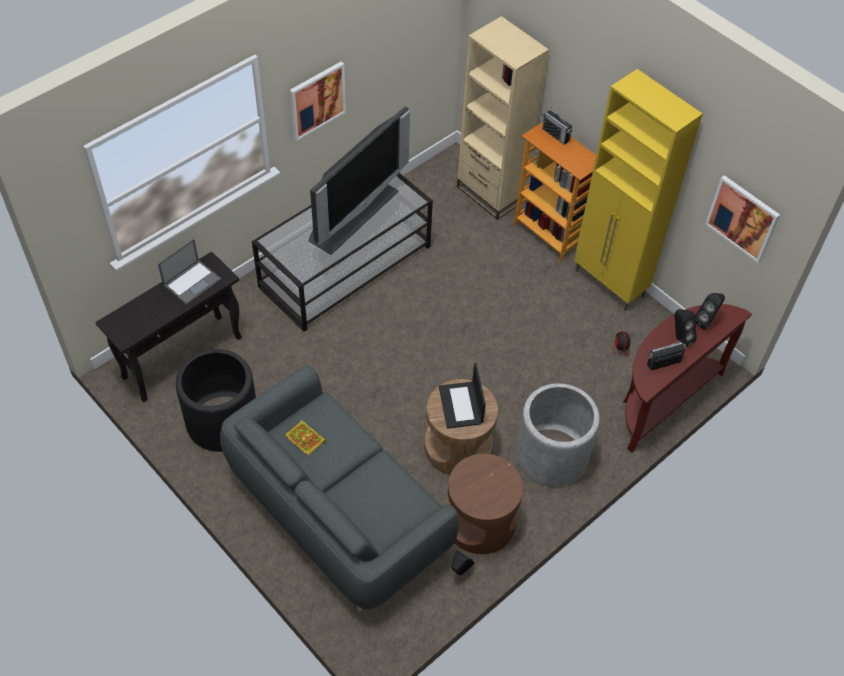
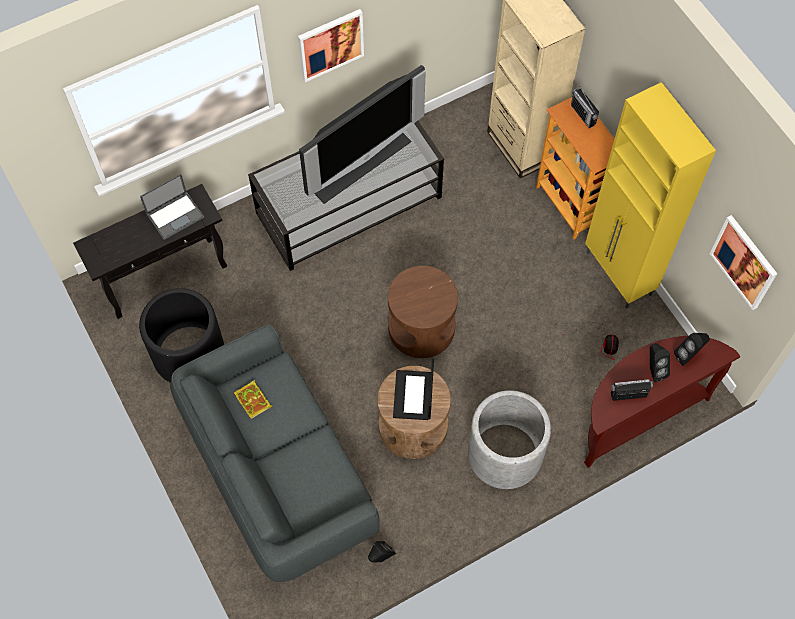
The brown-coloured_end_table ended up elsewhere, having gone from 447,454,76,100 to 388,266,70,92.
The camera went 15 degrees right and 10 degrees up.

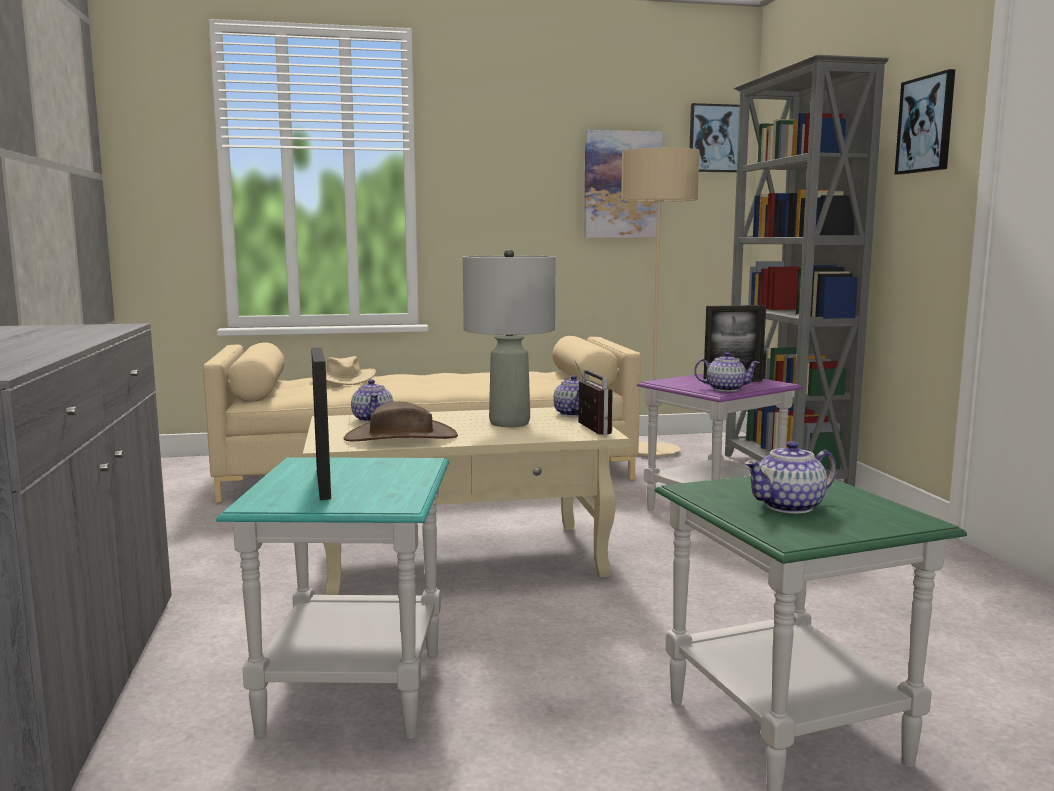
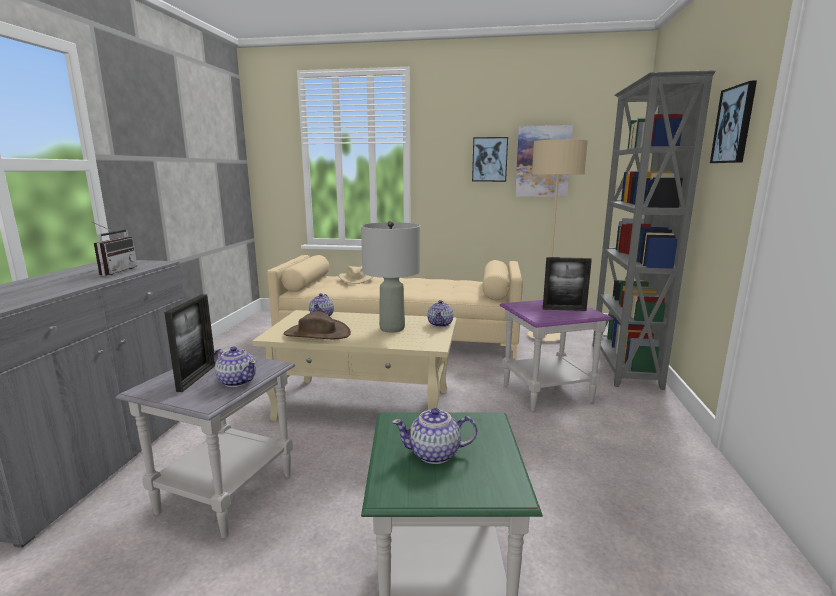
What was the blue-green_end_table at 216,457,233,282 turned into the gray_end_table at 116,350,179,188.
The radio_receiver ended up elsewhere, having gone from 575,361,38,74 to 91,221,46,55.
The wall_picture ended up elsewhere, having gone from 690,103,50,69 to 472,137,36,45.
The teapot ended up elsewhere, having gone from 694,352,66,40 to 214,346,43,41.
The camera went 20 degrees right and 5 degrees up.

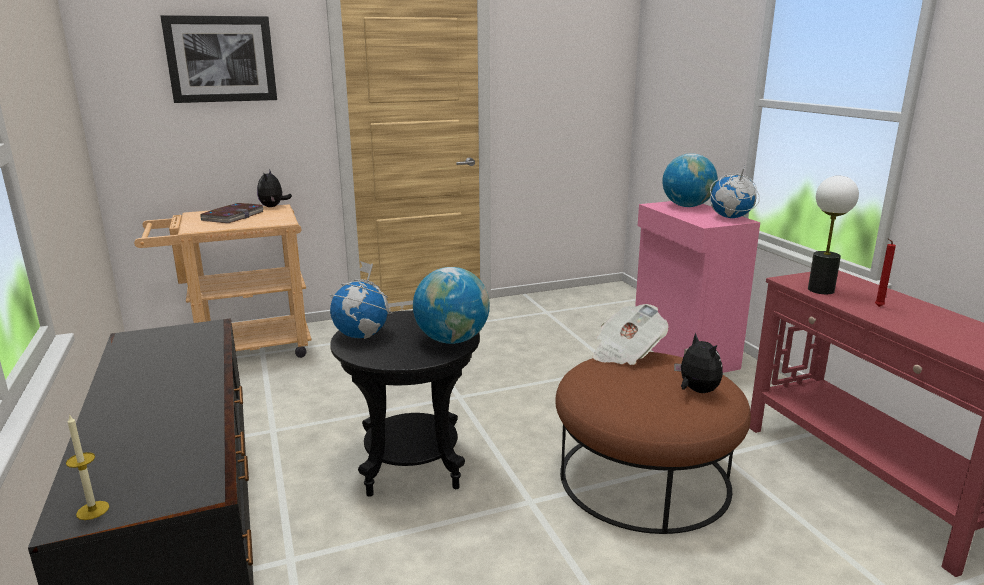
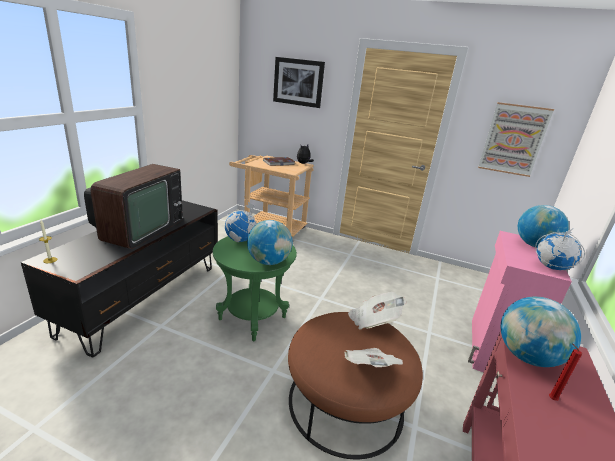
What was the black_end_table at 330,310,150,187 turned into the greenish_end_table at 213,236,84,105.
Where the cuddly_toy stood at 674,333,49,60, the newspaper came to stand at 344,348,59,19.
Where the table_lamp stood at 808,175,51,119, the world_globe came to stand at 500,297,81,70.
The second view gained the TV_set at 84,164,99,85.
The second view gained the wall_picture at 478,102,76,75.
The camera went 40 degrees right and 5 degrees up.

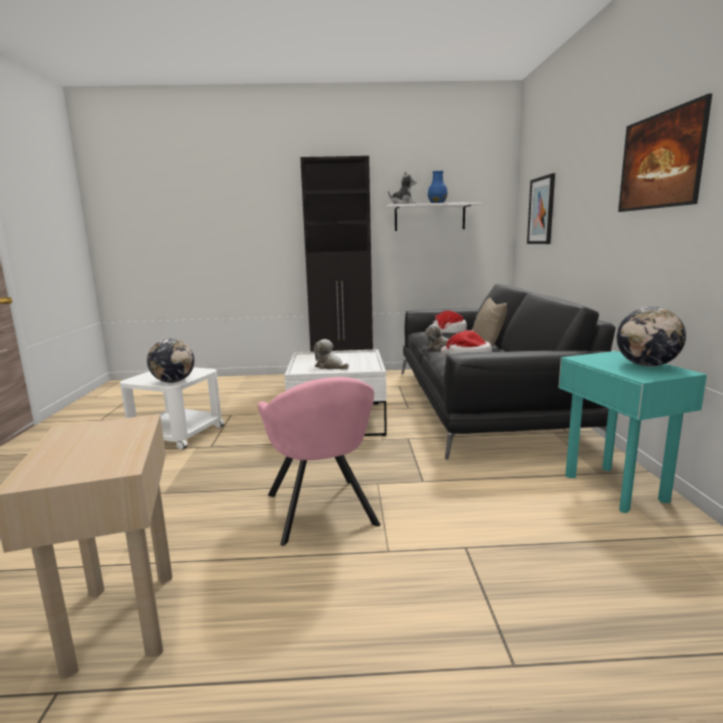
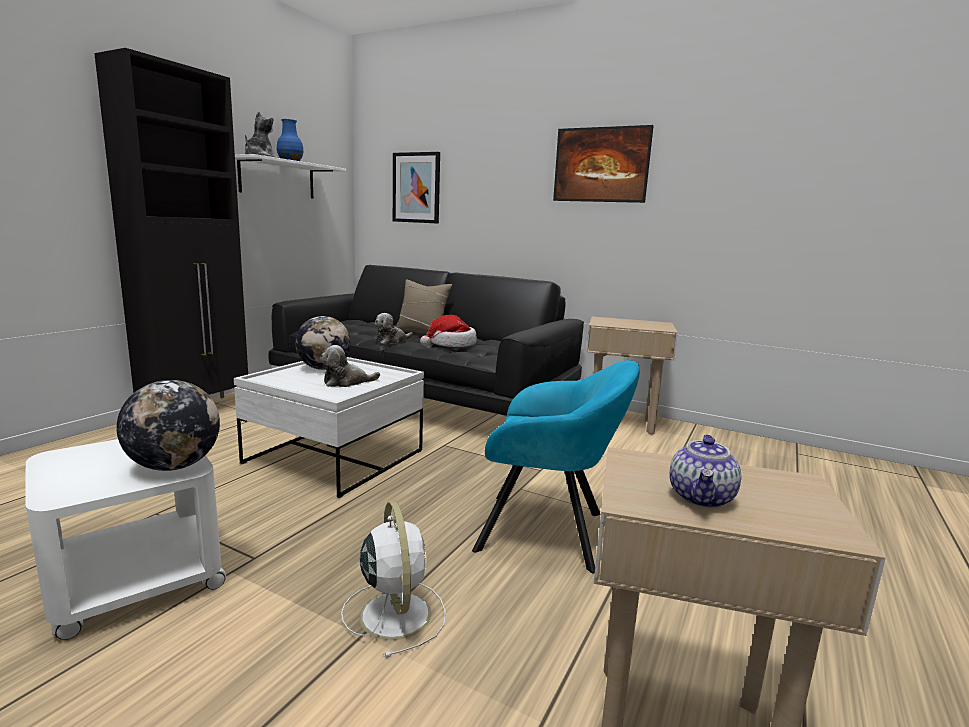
What was the pink-coloured_easy_chair at 257,377,123,169 turned into the blue-green_easy_chair at 472,360,168,214.
The second view lost the hat at 433,311,34,24.
What was the blue-green_end_table at 558,351,149,162 turned into the beige_end_table at 587,316,91,118.
The world_globe ended up elsewhere, having gone from 617,307,69,60 to 295,316,56,54.
The second view gained the white-coloured_cooling_fan at 341,501,105,157.
The second view gained the teapot at 670,434,71,74.
The camera went 60 degrees left and 0 degrees up.

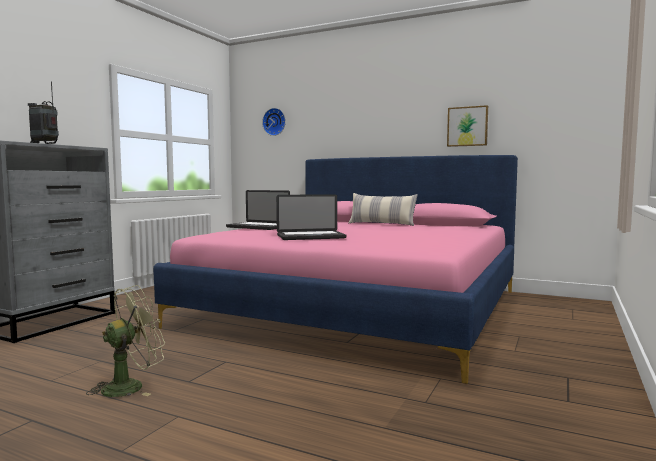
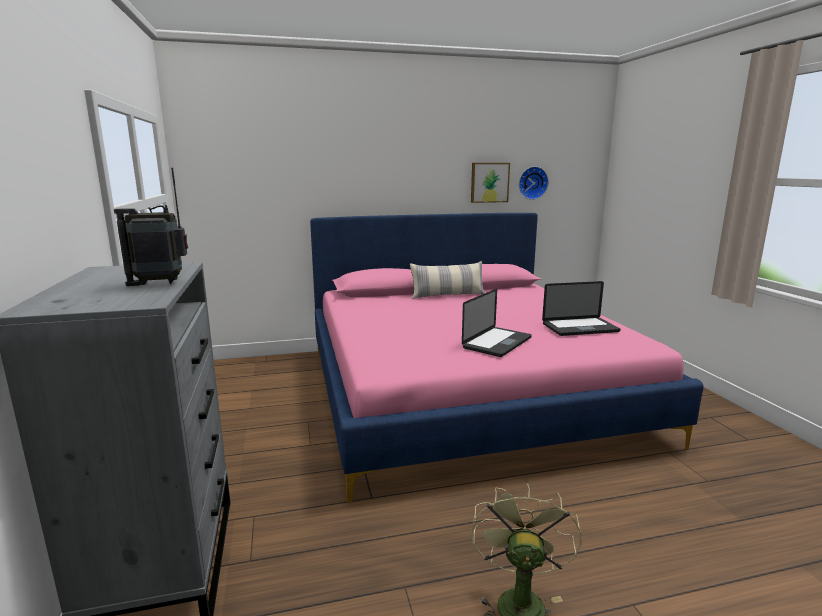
The laptop ended up elsewhere, having gone from 226,190,64,40 to 542,281,78,55.
The clock_on_the_wall ended up elsewhere, having gone from 262,108,24,28 to 519,166,30,34.
The camera went 40 degrees left and 10 degrees up.

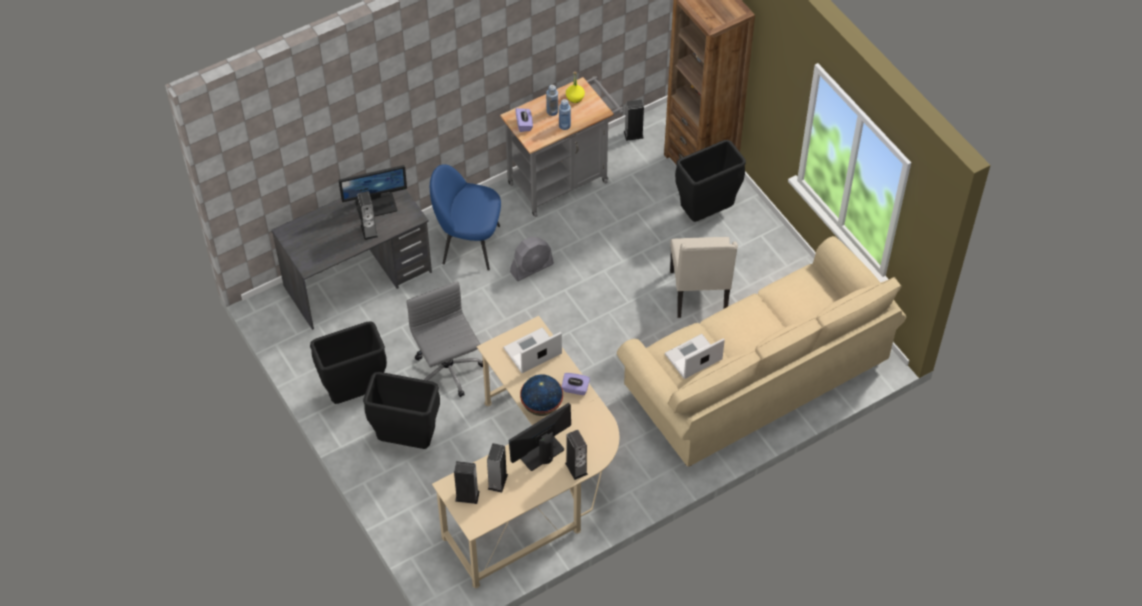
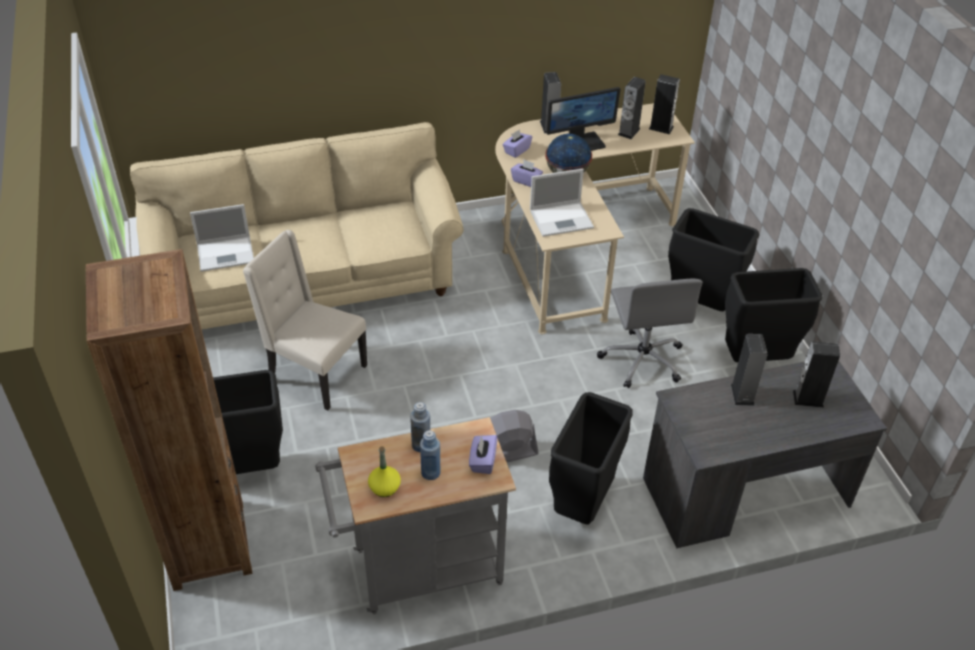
The second view lost the computer_display at 338,165,69,54.
Where the blue_chair stood at 430,164,71,107, the black_trash_can came to stand at 549,392,84,132.
The speaker ended up elsewhere, having gone from 624,100,20,41 to 793,341,47,67.
The laptop ended up elsewhere, having gone from 665,334,60,45 to 190,204,64,68.
The beige_chair at 670,237,68,81 ended up facing another way, 75 degrees counterclockwise from before.
The second view gained the purple-coloured_box_of_tissues at 502,129,30,29.
The camera went 165 degrees left and 10 degrees down.

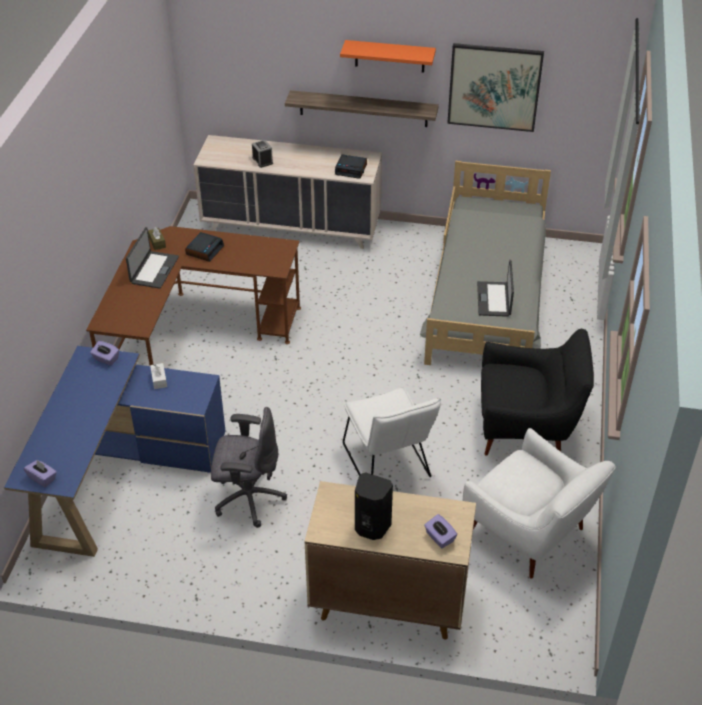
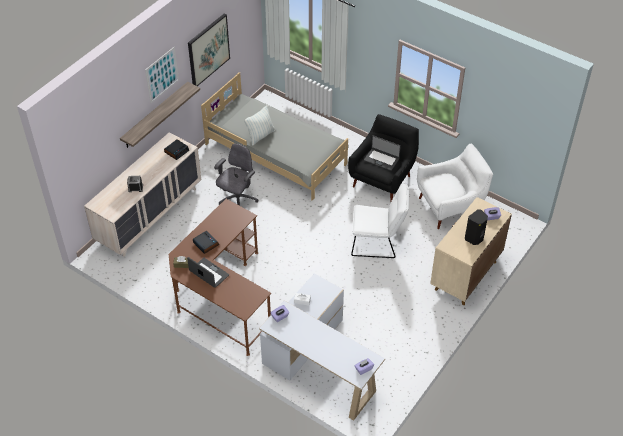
What was the blue_desk_table at 4,346,222,211 turned into the white-coloured_desk_table at 259,274,126,147.
The gray_computer_chair ended up elsewhere, having gone from 211,407,76,121 to 214,143,45,63.
Where the orange_bracket_shelf hung at 340,40,96,33, the wall_picture came to hang at 145,47,34,56.
The laptop ended up elsewhere, having gone from 477,260,37,57 to 364,135,37,36.
The second view gained the pillow at 244,105,31,41.
The camera went 65 degrees left and 5 degrees up.

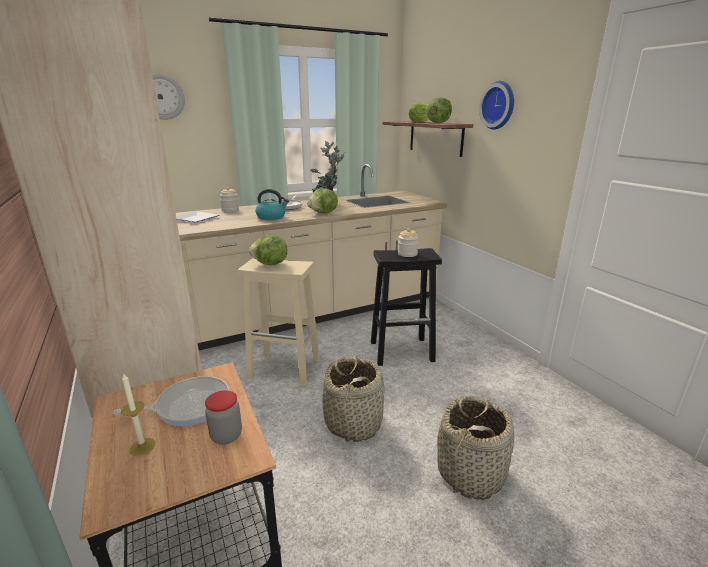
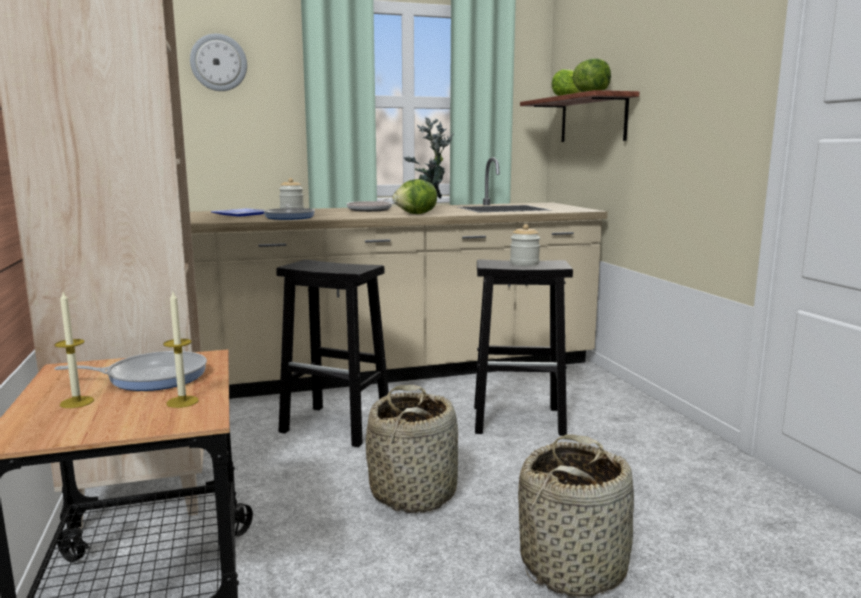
Where the jar stood at 205,390,37,55, the wax_candle came to stand at 163,292,36,116.
What was the beige_stool_seat at 238,258,82,128 turned into the black_stool_seat at 276,260,113,187.
The second view lost the lettuce at 249,235,38,30.
The second view lost the water_kettle at 255,189,34,31.
The second view lost the clock_on_the_wall at 479,81,35,49.
The second view gained the skillet at 263,204,52,16.
The camera went 10 degrees right and 10 degrees down.

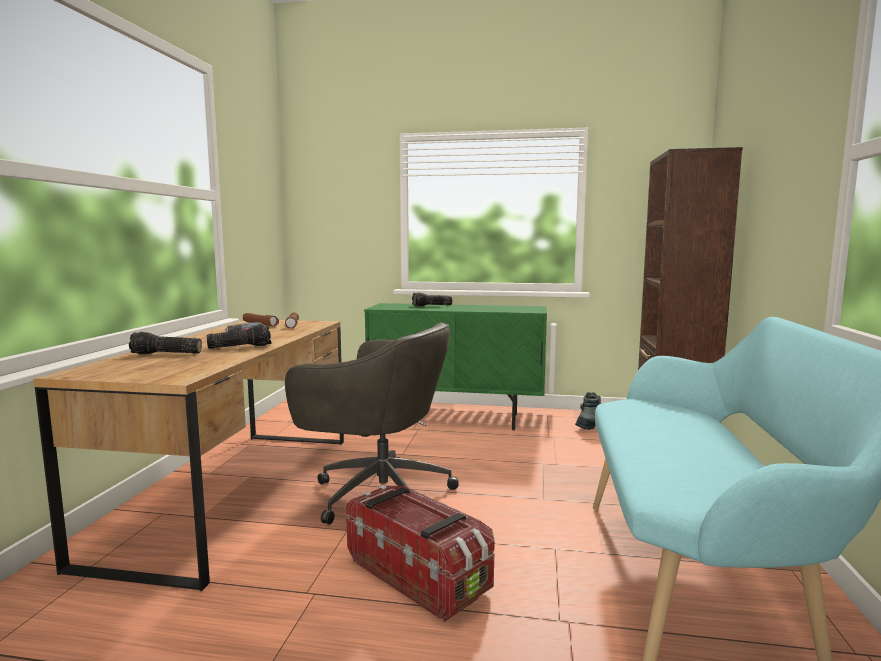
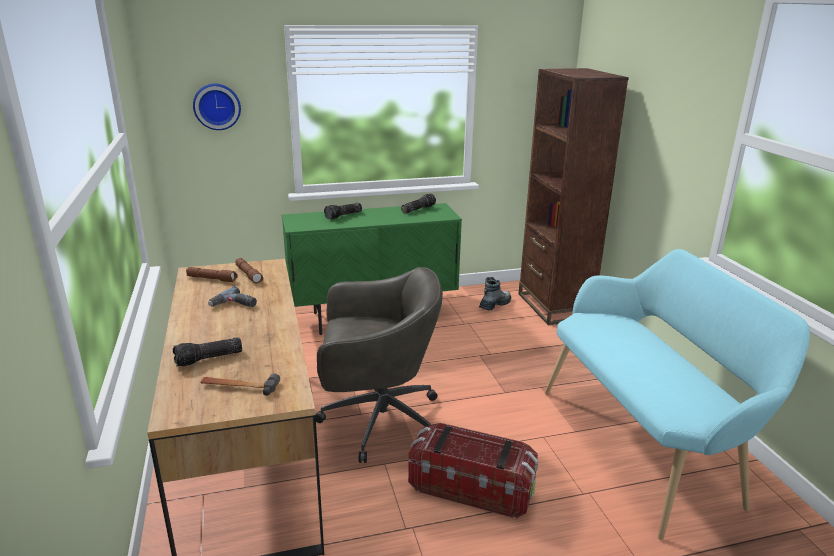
The hand_torch ended up elsewhere, having gone from 206,325,66,24 to 401,194,35,19.
The second view gained the clock_on_the_wall at 193,84,48,46.
The second view gained the tool_hammer at 200,373,80,23.
The camera went 25 degrees left and 15 degrees up.

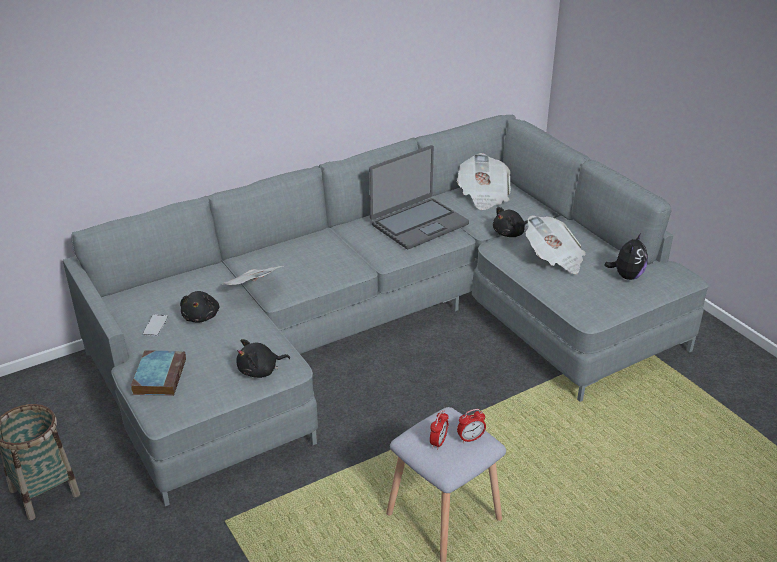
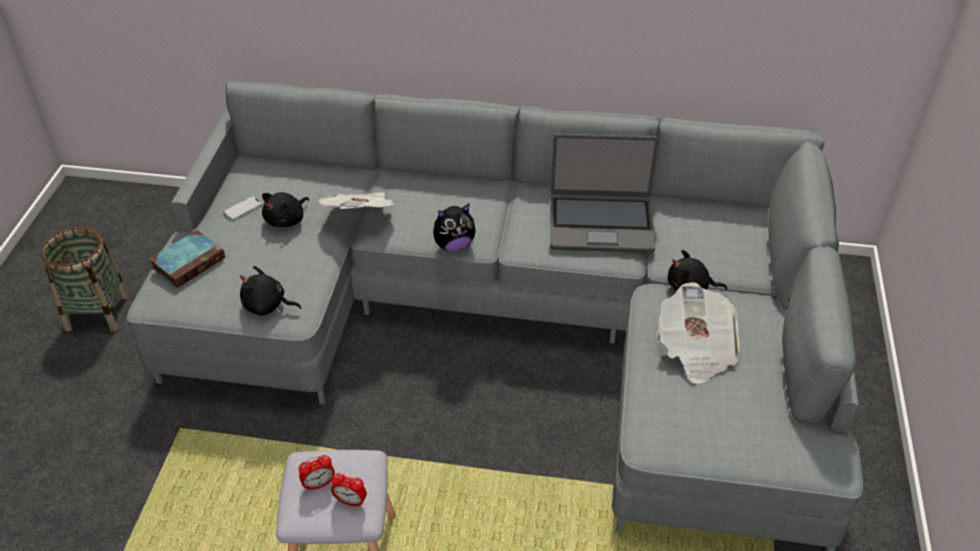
The second view lost the newspaper at 457,153,54,57.
The cuddly_toy ended up elsewhere, having gone from 605,233,43,47 to 433,203,43,49.
The camera went 40 degrees right and 10 degrees up.

